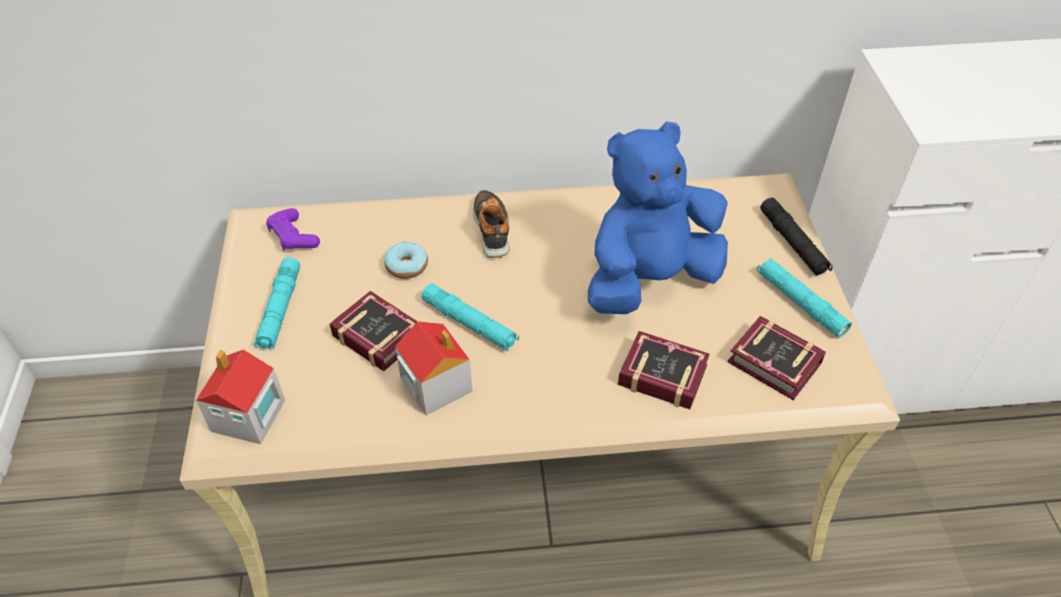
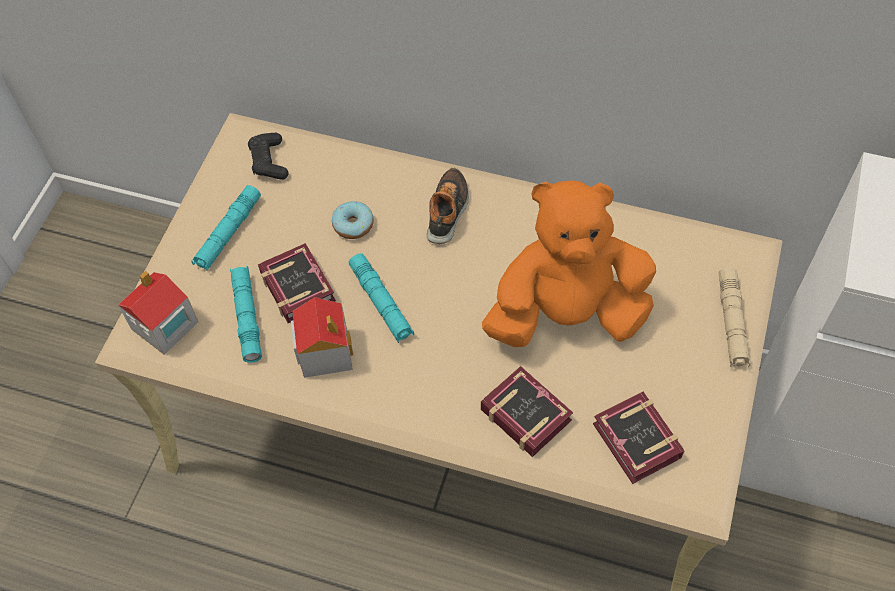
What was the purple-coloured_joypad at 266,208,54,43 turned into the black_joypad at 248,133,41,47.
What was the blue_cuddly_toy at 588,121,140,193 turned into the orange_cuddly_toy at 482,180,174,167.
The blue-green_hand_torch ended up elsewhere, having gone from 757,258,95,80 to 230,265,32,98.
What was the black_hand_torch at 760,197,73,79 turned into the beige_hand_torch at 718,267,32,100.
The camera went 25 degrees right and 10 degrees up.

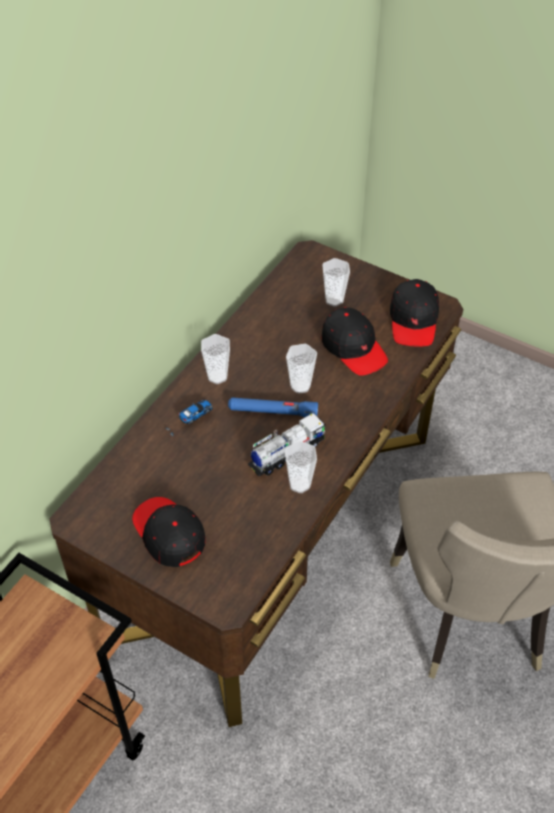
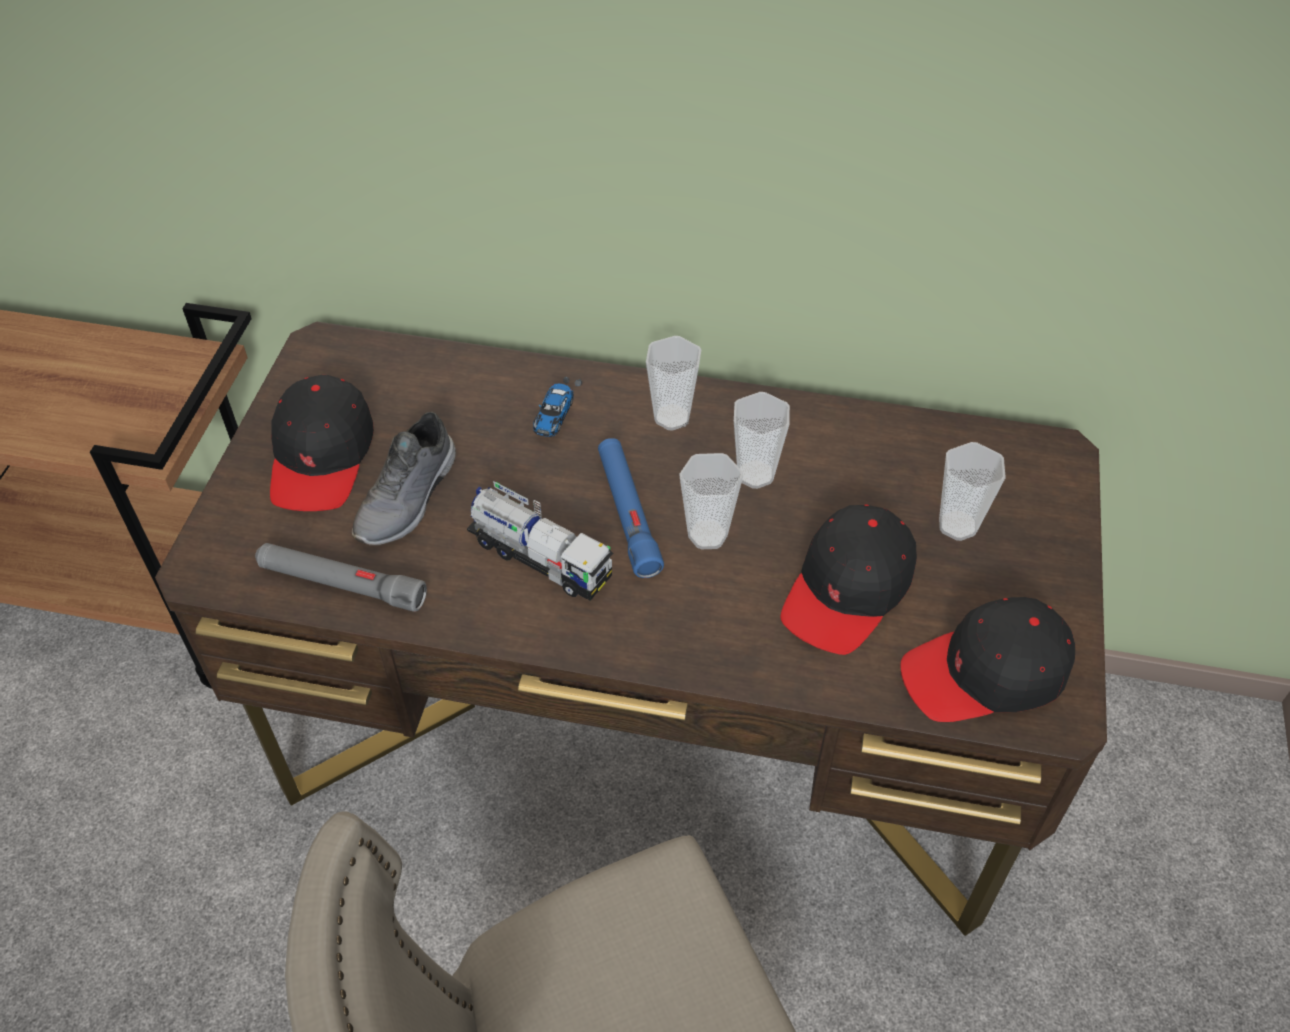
The black_baseball_cap at 132,497,74,70 ended up facing another way, 150 degrees clockwise from before.
The model_car at 166,400,47,36 ended up facing another way, 75 degrees clockwise from before.
The cup ended up elsewhere, having gone from 285,441,32,52 to 734,392,56,97.
The second view gained the gray_hand_torch at 255,543,172,69.
The second view gained the gray_low_shoe at 352,412,104,133.
The camera went 70 degrees right and 0 degrees up.

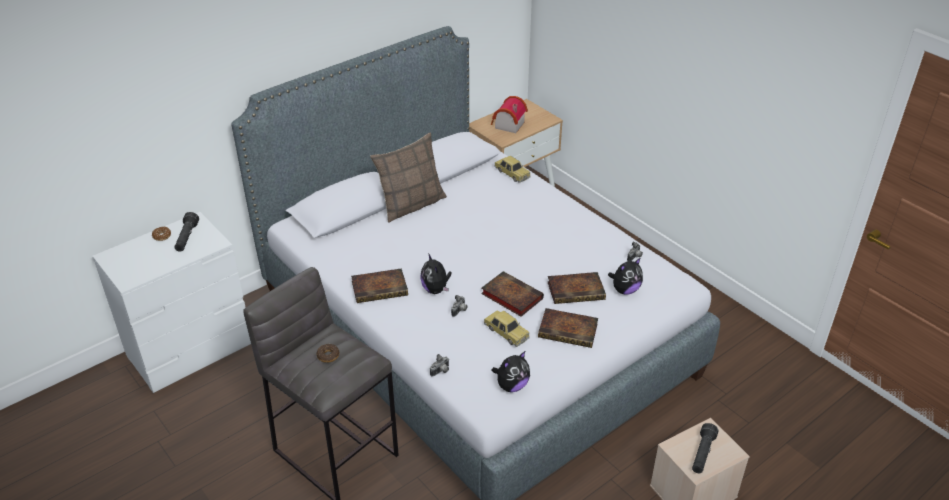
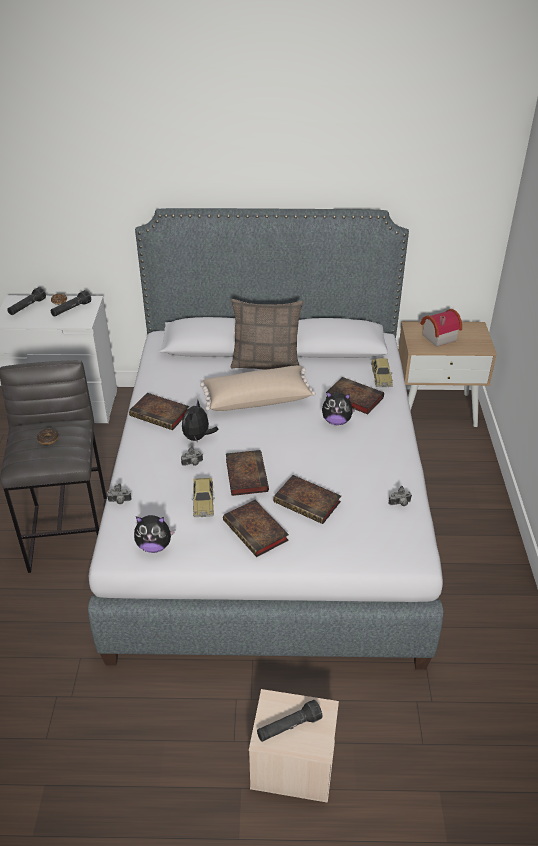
The cuddly_toy ended up elsewhere, having gone from 608,258,35,37 to 322,392,34,33.
The second view gained the black_hand_torch at 7,287,39,28.
The second view gained the beige_pillow at 200,365,116,46.
The second view gained the volume at 326,377,58,38.
The camera went 40 degrees right and 0 degrees up.

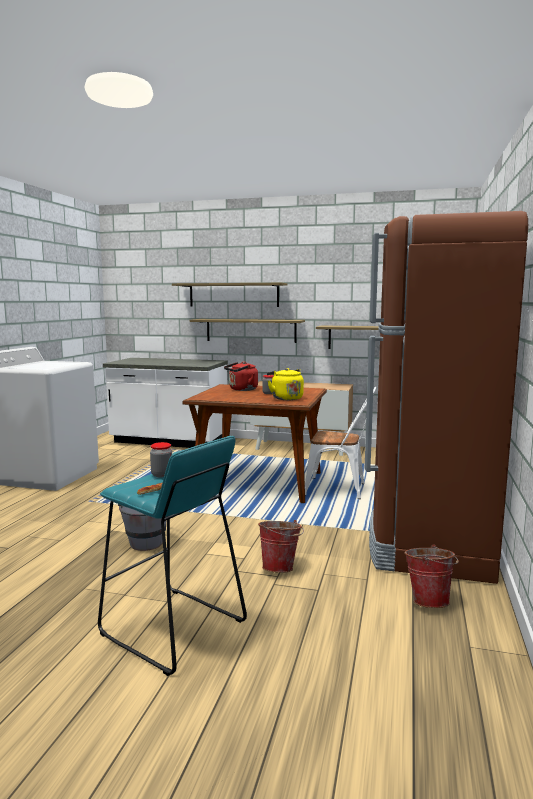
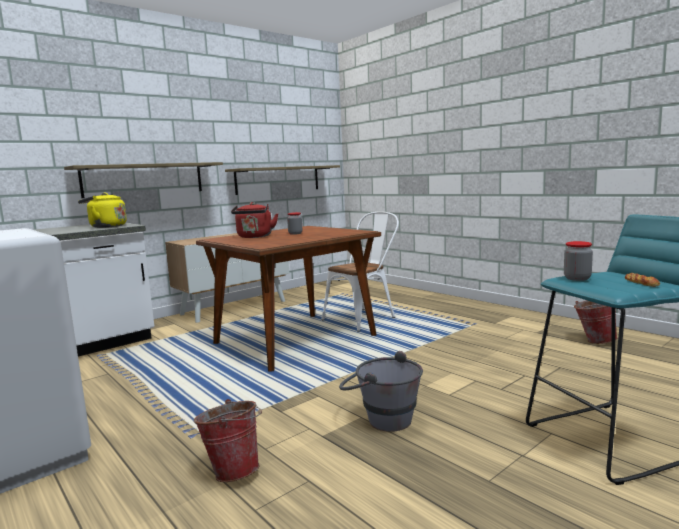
The second view lost the bracket_shelf at 172,283,116,24.
The water_bucket ended up elsewhere, having gone from 258,520,46,53 to 194,399,68,83.
The yellow-coloured_water_kettle ended up elsewhere, having gone from 267,368,37,32 to 78,193,49,35.
The second view lost the brown-coloured_kitchen_fridge at 365,211,163,373.
The camera went 55 degrees left and 0 degrees up.

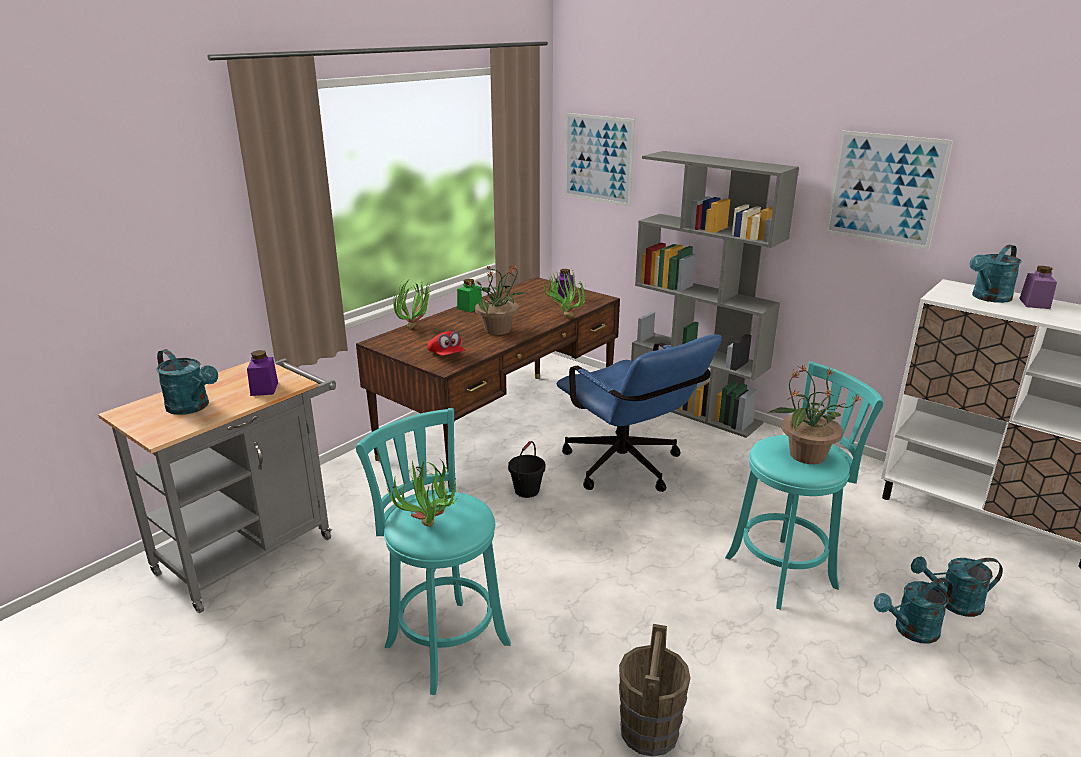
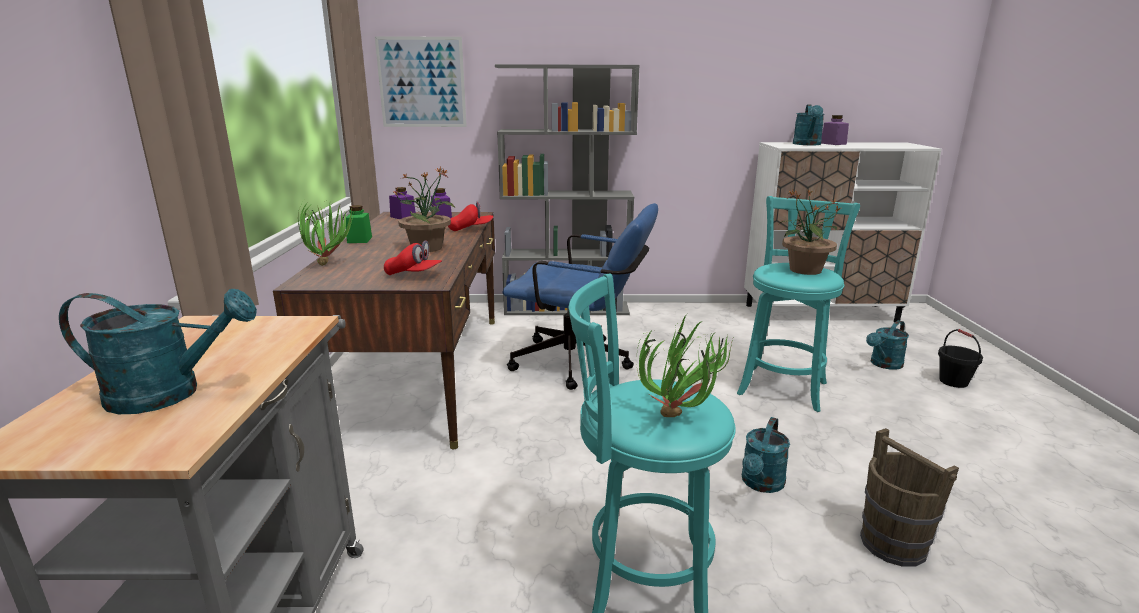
The purple-coloured_jar ended up elsewhere, having gone from 247,350,31,46 to 389,187,27,32.
The black_water_bucket ended up elsewhere, having gone from 508,441,37,57 to 938,329,45,59.
Where the potted_plant stood at 543,270,43,48, the red-coloured_baseball_cap came to stand at 448,202,45,29.
The second view lost the wall_picture at 825,131,128,119.
The blue-green_watering_pot ended up elsewhere, having gone from 874,578,79,66 to 742,417,48,76.
The camera went 40 degrees left and 5 degrees down.

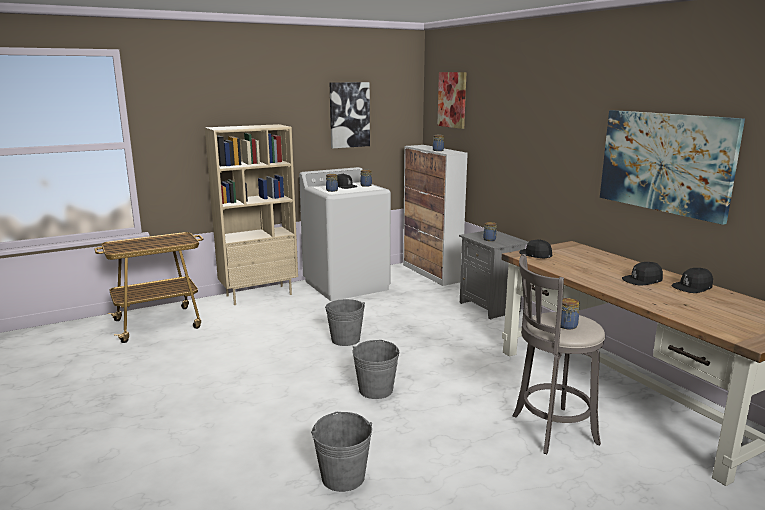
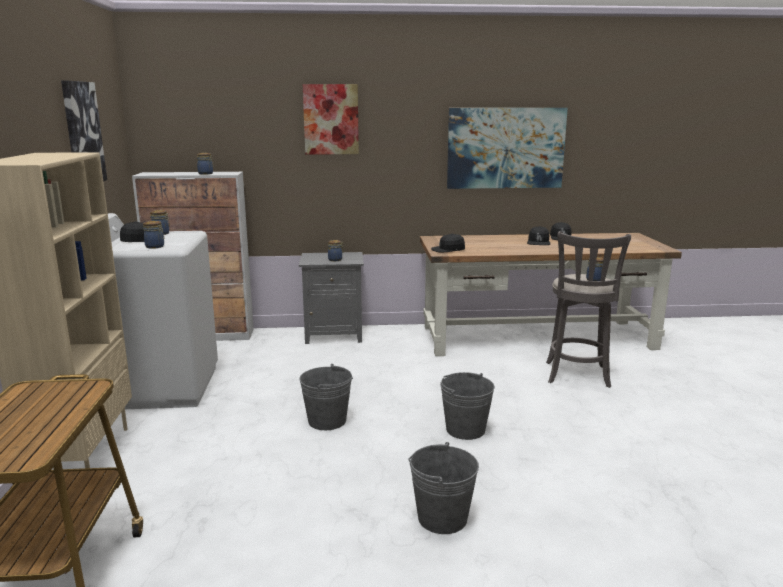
The gray_water_bucket ended up elsewhere, having gone from 311,412,61,80 to 408,442,71,92.
The wall_picture ended up elsewhere, having gone from 437,72,29,57 to 303,84,56,71.
The camera went 65 degrees left and 0 degrees up.

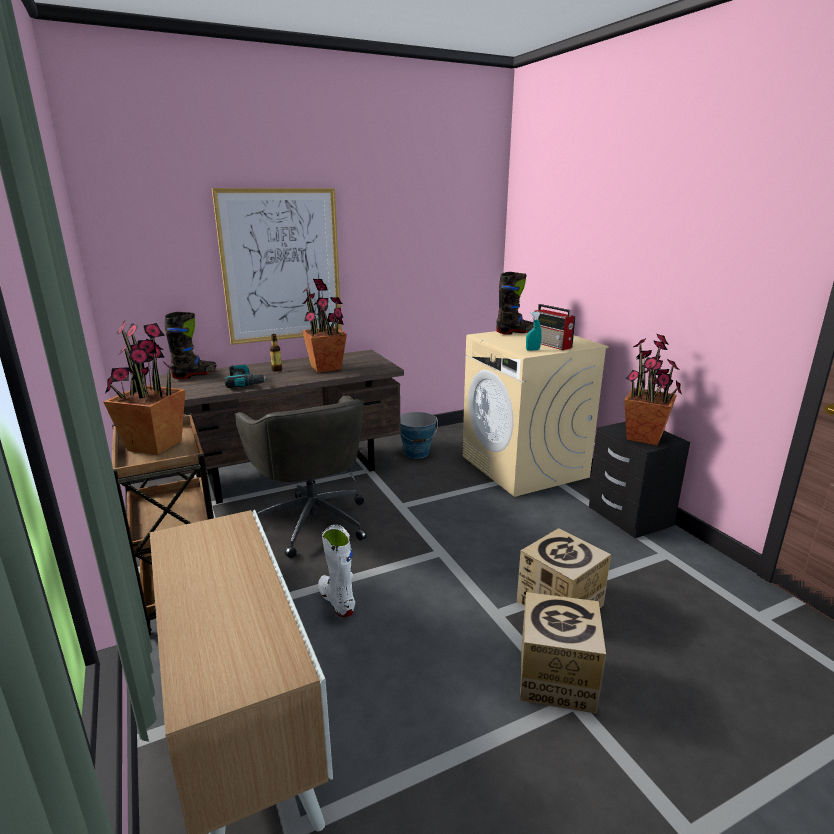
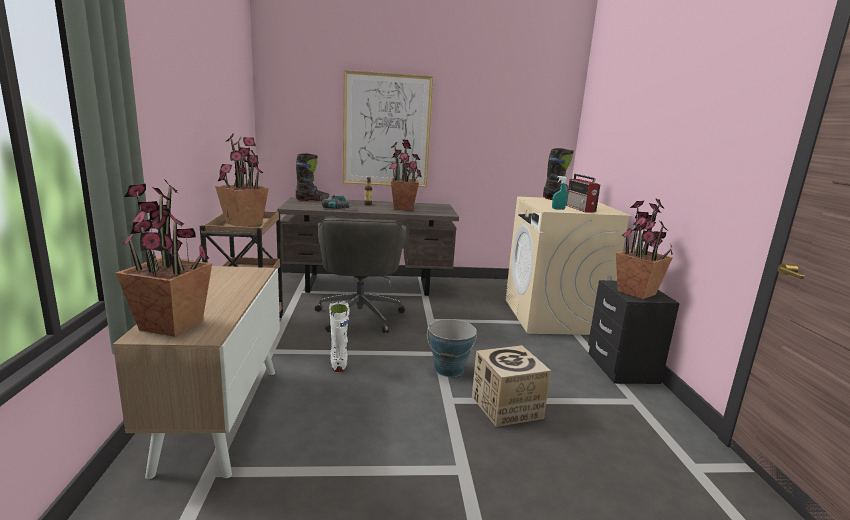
The water_bucket ended up elsewhere, having gone from 400,412,38,47 to 427,319,50,58.
The second view lost the cardboard_box at 520,592,86,122.
The second view gained the potted_plant at 116,179,96,158.
The camera went 20 degrees right and 5 degrees down.

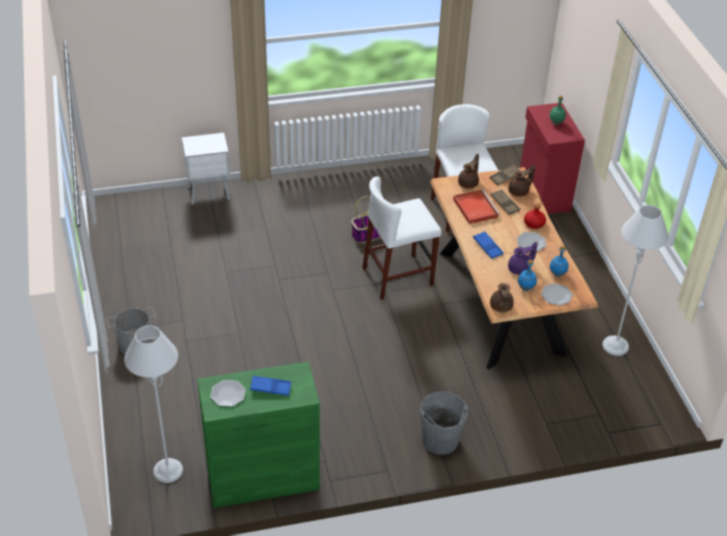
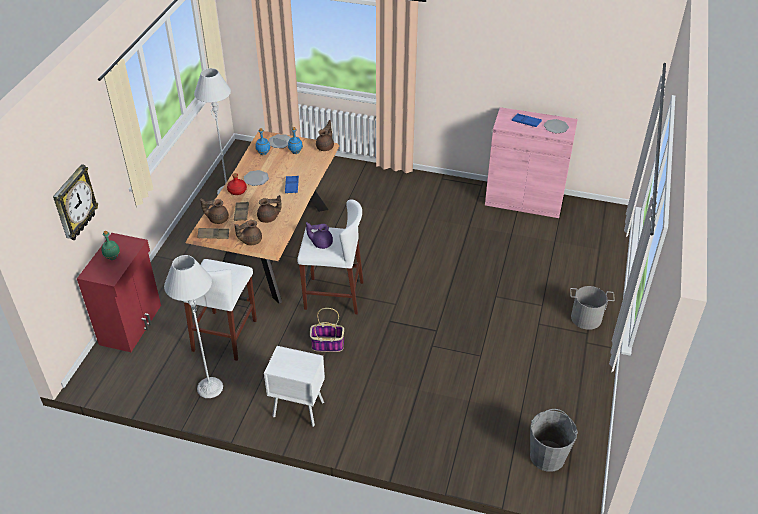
The gray_standard_lamp ended up elsewhere, having gone from 124,325,59,158 to 164,255,59,143.
The white-coloured_night_table ended up elsewhere, having gone from 182,133,48,72 to 264,346,61,81.
What was the greenish_storage_cabinet at 197,362,123,146 turned into the pink-coloured_storage_cabinet at 485,107,93,111.
The gray_water_bucket ended up elsewhere, having gone from 420,391,48,64 to 530,409,48,63.
Where the red-coloured_tray stood at 453,189,47,35, the brown-coloured_teapot came to stand at 257,195,25,28.
The purple-coloured_teapot ended up elsewhere, having gone from 508,242,30,33 to 306,222,27,27.
The second view gained the clock_on_the_wall at 53,164,45,76.
The camera went 150 degrees left and 0 degrees up.

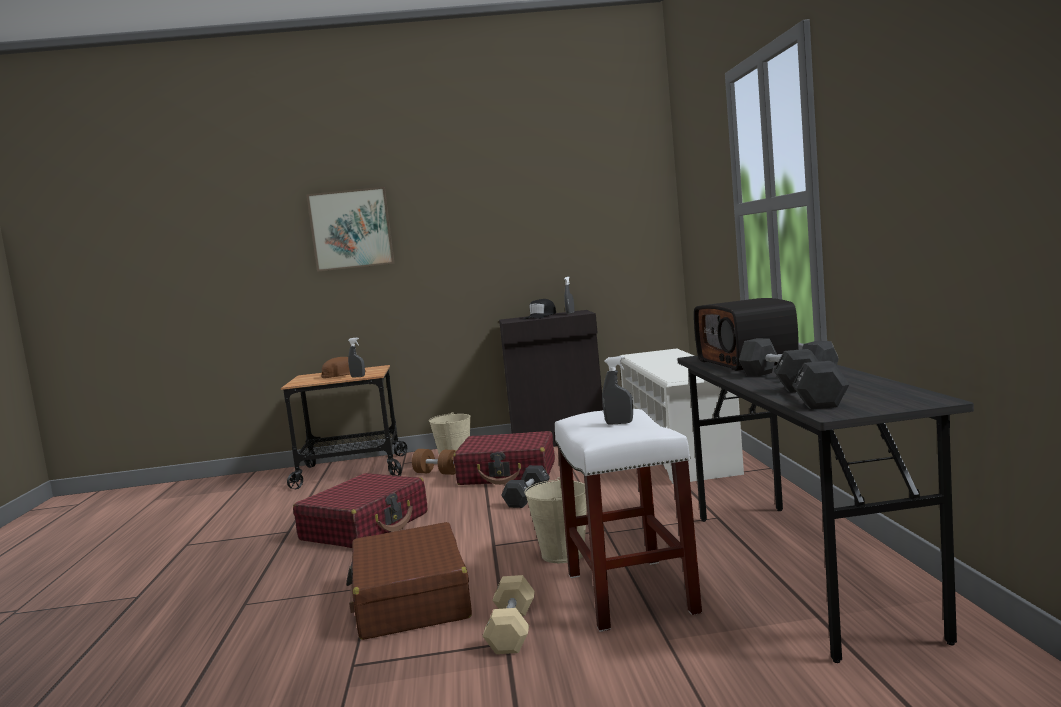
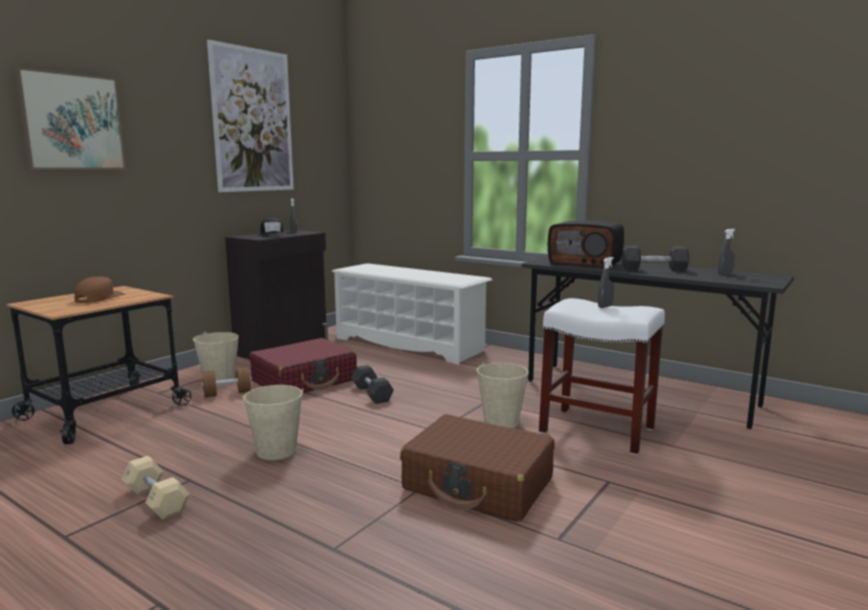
Where the red-coloured_travel_case stood at 293,473,134,75, the beige_water_bucket came to stand at 242,385,62,75.
The gray_spray_bottle ended up elsewhere, having gone from 348,338,17,40 to 718,229,18,46.
The beige_free_weight ended up elsewhere, having gone from 483,575,52,79 to 122,456,68,64.
The second view lost the black_free_weight at 774,349,76,60.
The second view gained the wall_picture at 207,40,87,152.
The camera went 50 degrees left and 5 degrees up.

